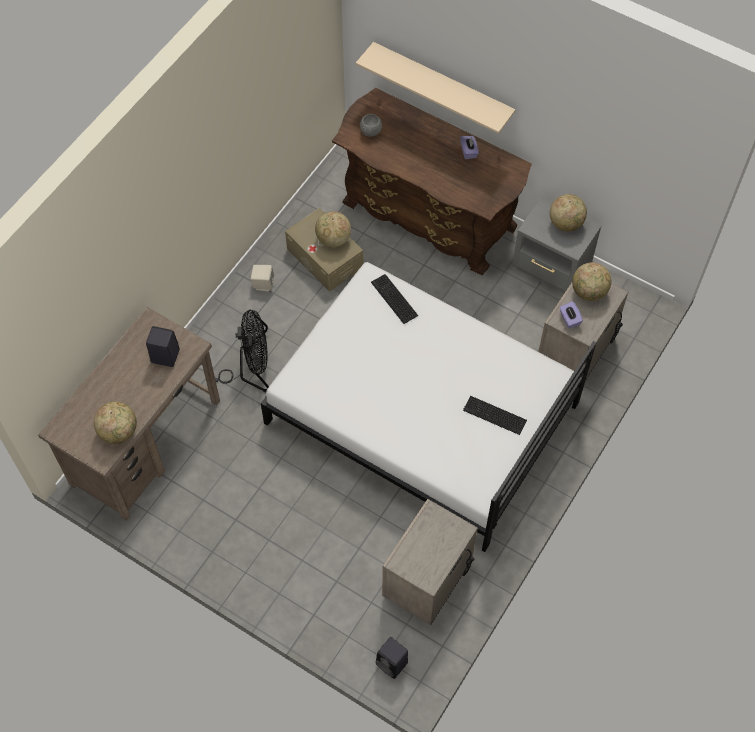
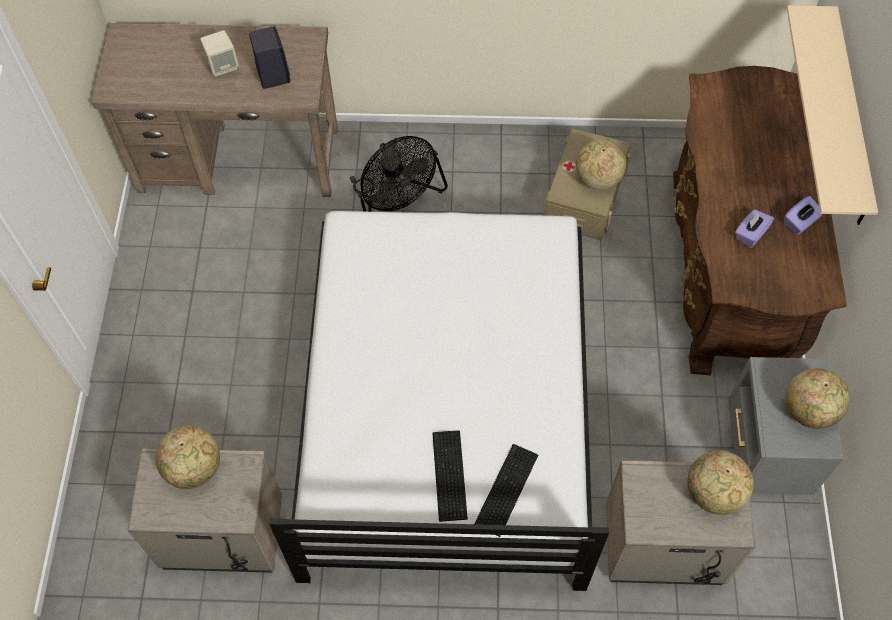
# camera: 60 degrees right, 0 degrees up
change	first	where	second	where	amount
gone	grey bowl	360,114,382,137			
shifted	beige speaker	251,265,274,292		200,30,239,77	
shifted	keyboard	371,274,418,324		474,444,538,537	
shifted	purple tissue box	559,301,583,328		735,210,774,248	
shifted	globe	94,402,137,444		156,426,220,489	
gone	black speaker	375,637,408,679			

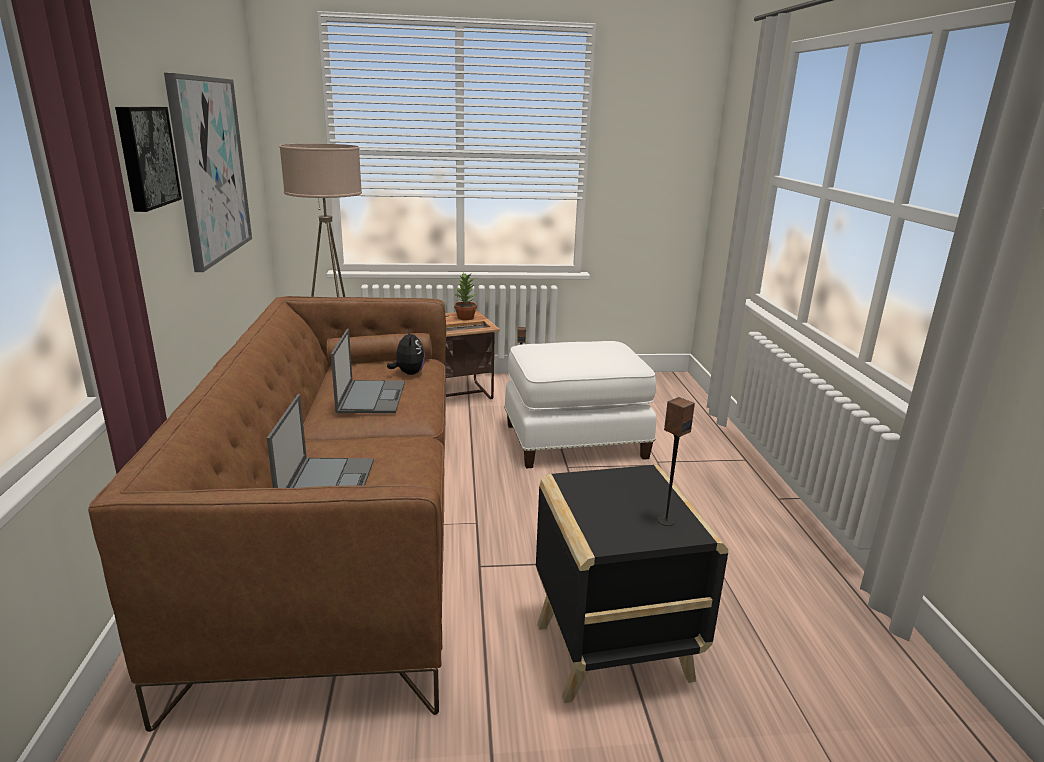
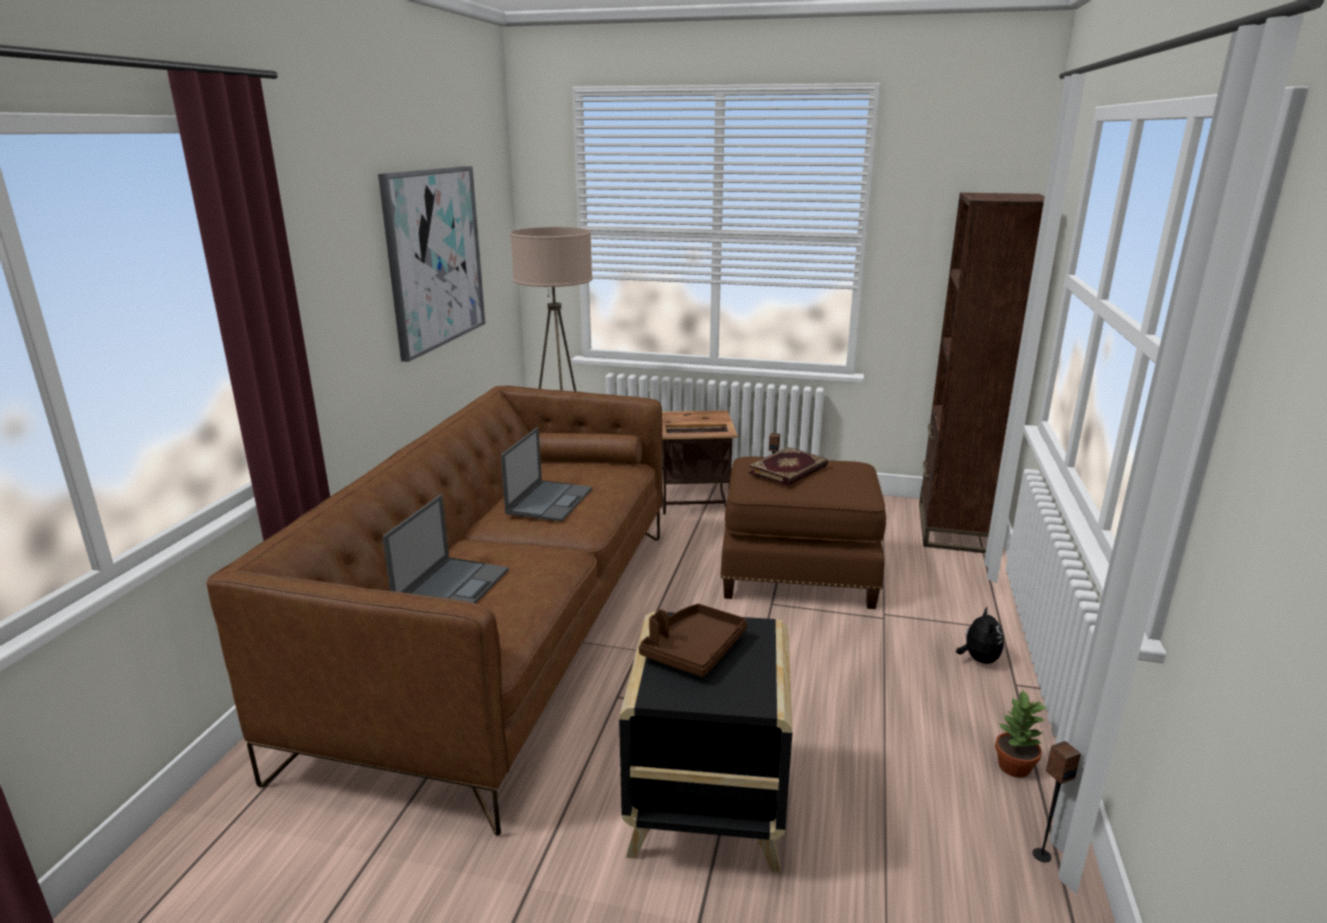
# camera: 20 degrees right, 0 degrees up
change	first	where	second	where	amount
gone	picture	115,106,182,212			
shifted	potted plant	454,273,477,320		995,689,1048,778	
shifted	plush toy	387,329,425,375		956,607,1004,664	
repainted	white ottoman	504,341,656,469	brown ottoman	720,456,886,609	
shifted	speaker	658,397,695,526		1033,741,1081,862	
new			brown bookcase	919,192,1045,553	
new			book	748,447,828,486	
new			brown tray	639,604,747,677	

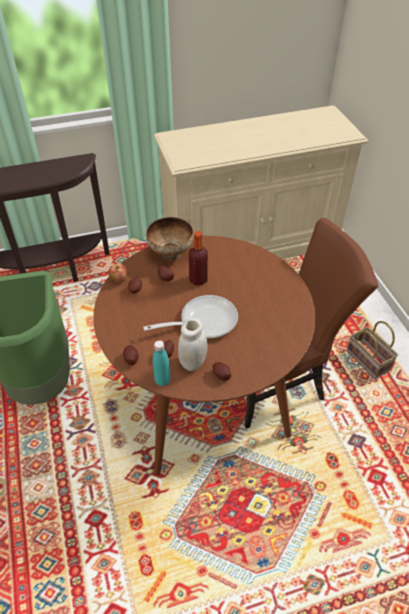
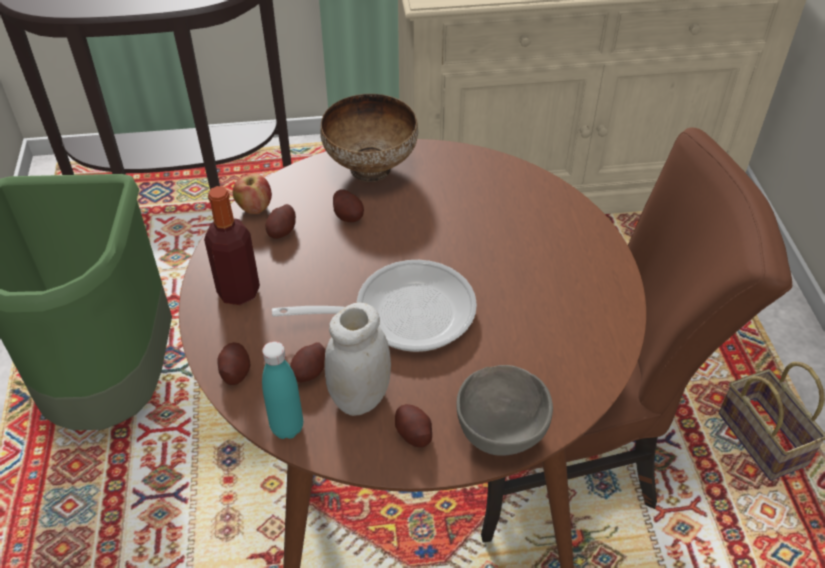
# camera: 10 degrees right, 0 degrees up
change	first	where	second	where	amount
shifted	bottle	189,231,208,285		204,186,260,305	
new			grey bowl	457,365,553,456	

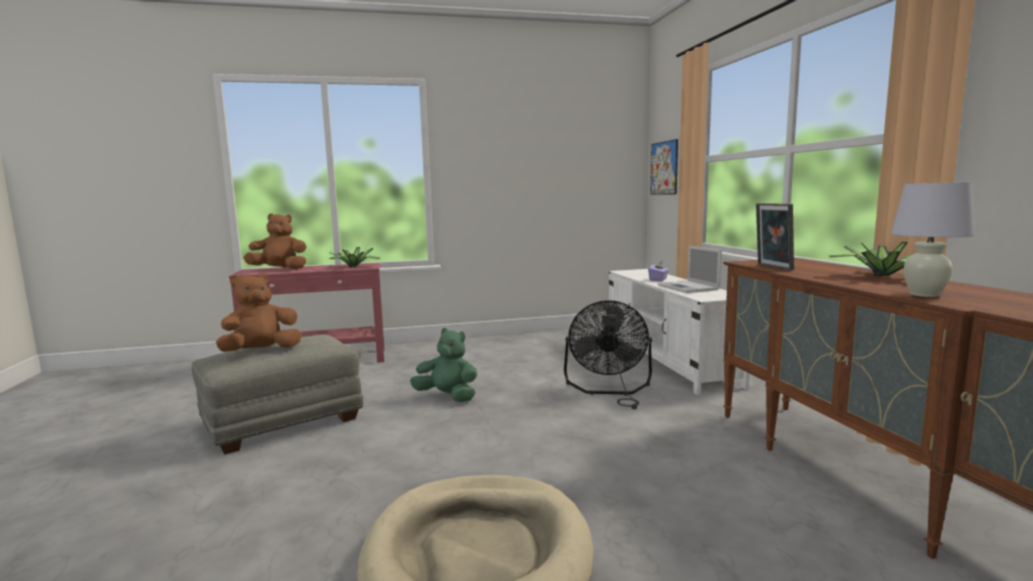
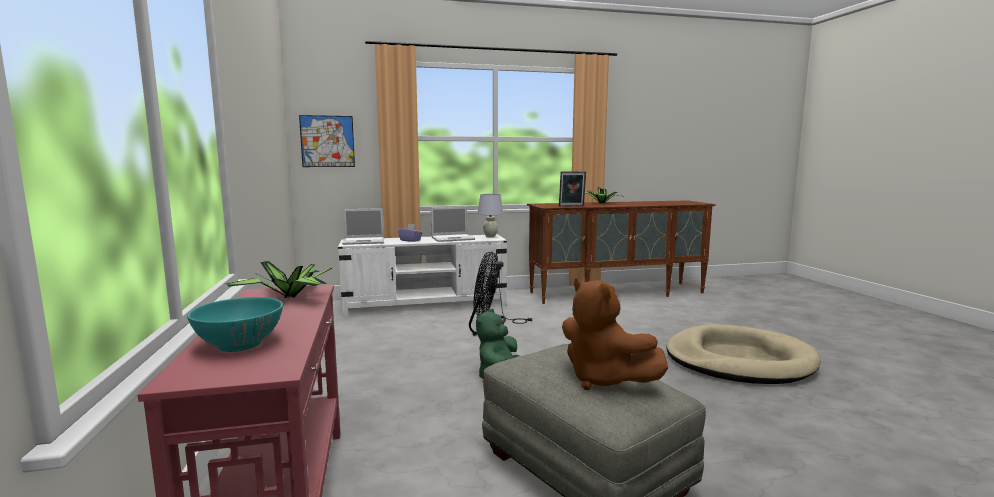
# camera: 90 degrees left, 0 degrees up
change	first	where	second	where	amount
shifted	white table lamp	891,182,975,297		478,194,503,238	
swapped	brown plush toy	243,213,307,269	turquoise bowl	187,297,283,352	
new			laptop	342,208,384,245	

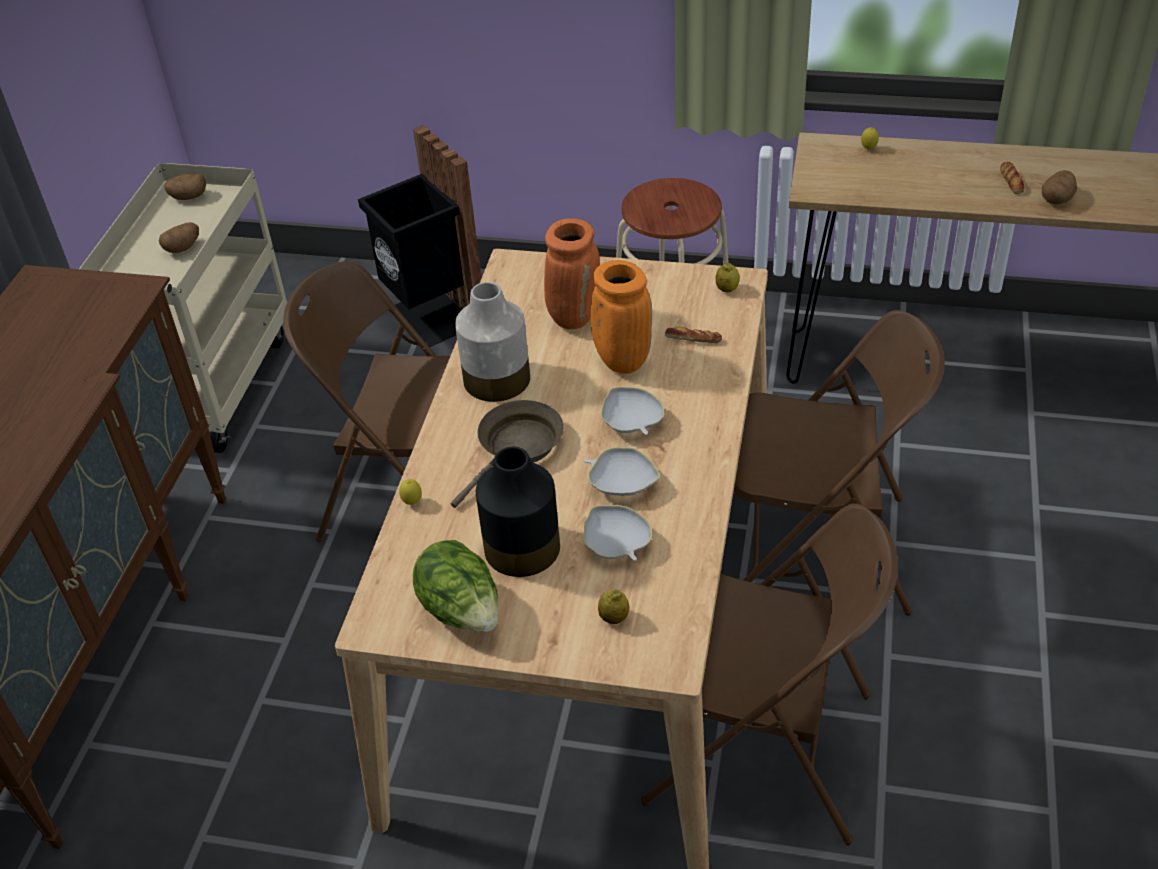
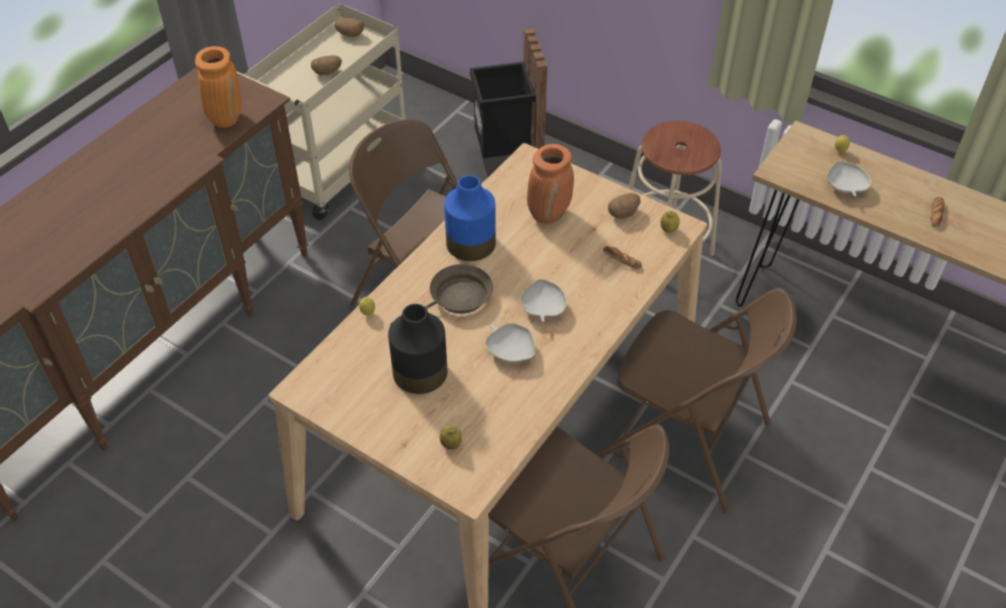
# camera: 20 degrees right, 5 degrees up
change	first	where	second	where	amount
shifted	potato	1042,170,1077,205		608,193,640,219	
shifted	orange vase	591,260,652,374		195,46,242,128	
repainted	beige vase	455,282,530,402	blue vase	444,175,496,261	
shifted	white bowl	583,505,652,561		827,161,871,197	
gone	lettuce	413,540,498,632			

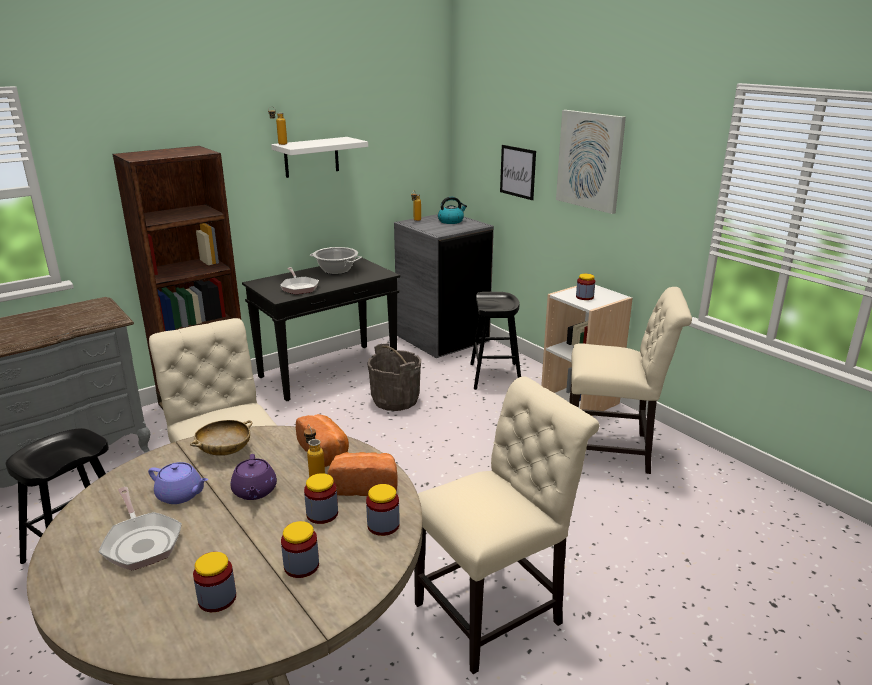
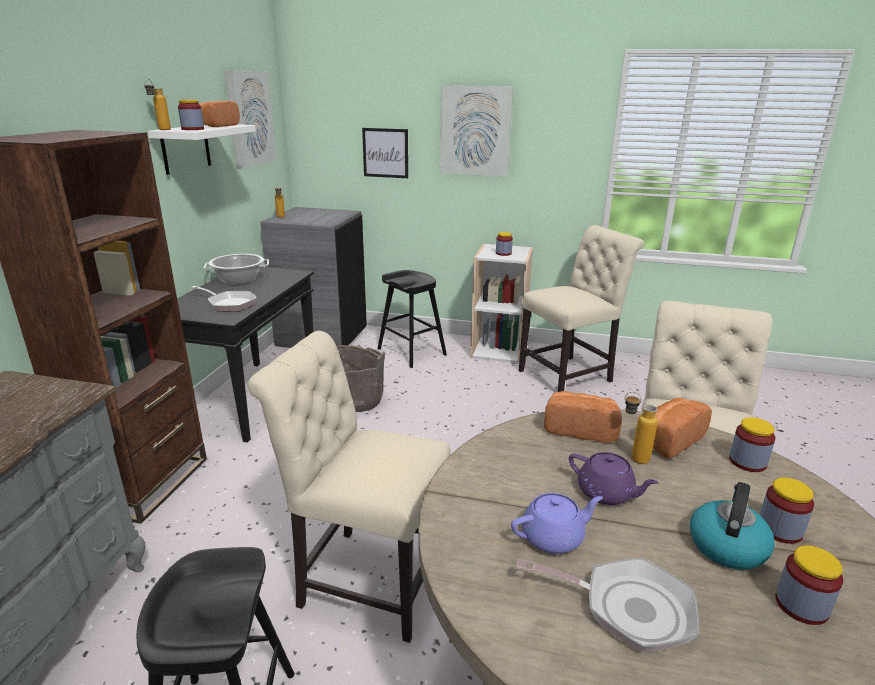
# camera: 40 degrees left, 0 degrees up
change	first	where	second	where	amount
shifted	kettle	438,197,467,224		690,482,775,570	
gone	beige bowl	190,420,252,456			
shifted	jar	304,473,338,524		178,100,204,130	
new			picture	224,70,277,169	
new			bread	199,101,240,127	

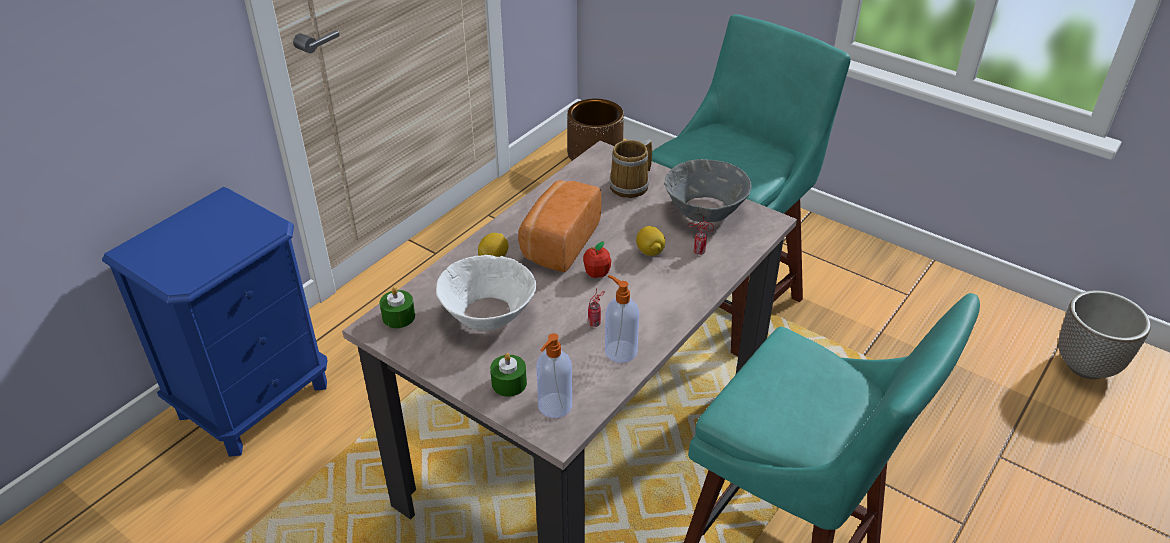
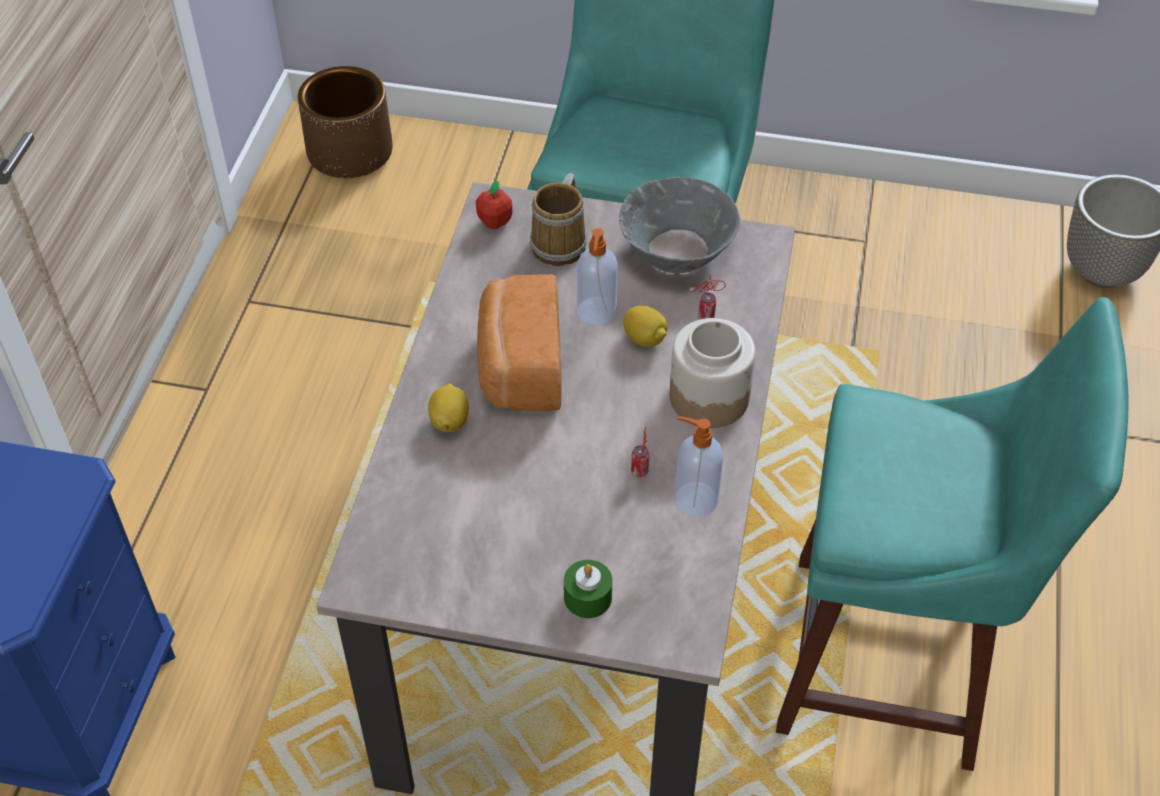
# camera: 25 degrees left, 10 degrees up
change	first	where	second	where	amount
shifted	apple	583,241,611,278		476,181,512,229	
gone	white bowl	436,255,536,331			
gone	green candle	380,287,415,328			
shifted	soap dispenser	537,333,572,418		577,228,618,325	
new			jar	670,318,755,428	

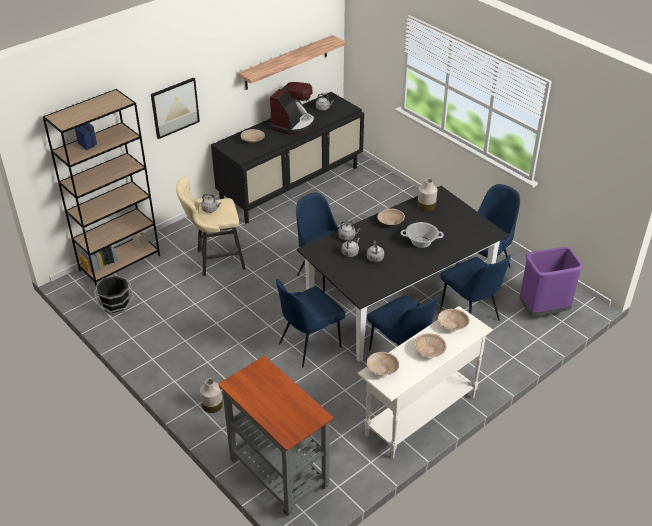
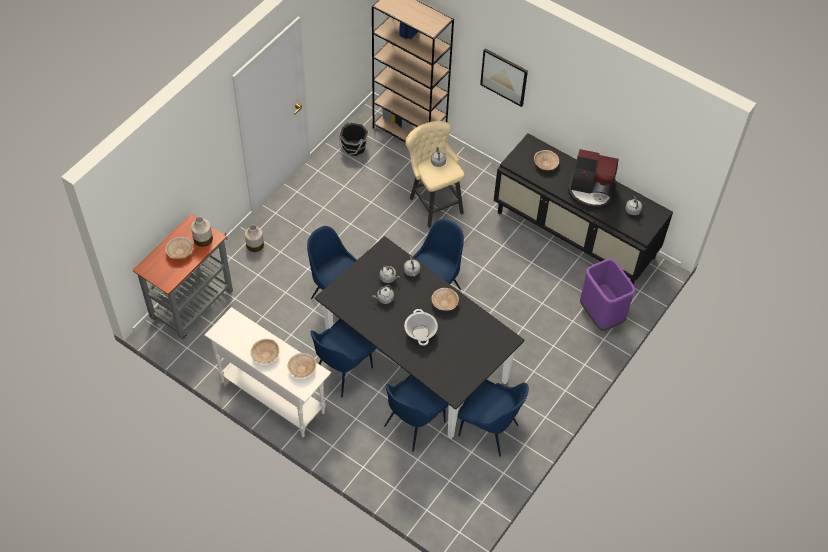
# camera: 75 degrees right, 15 degrees up
change	first	where	second	where	amount
gone	shelf	238,35,346,90			
shifted	beige vase	417,178,437,212		191,217,213,247	
shifted	purple trash can	520,247,582,316		580,259,636,331	
shifted	beige bowl	367,352,399,375		165,237,193,259	

